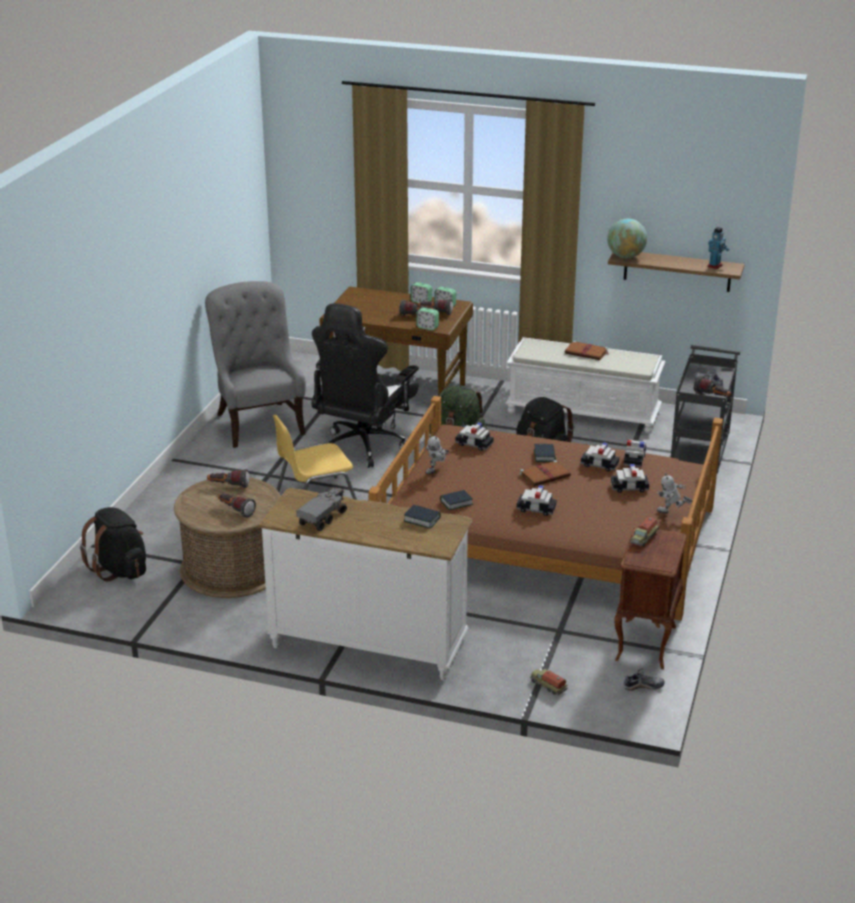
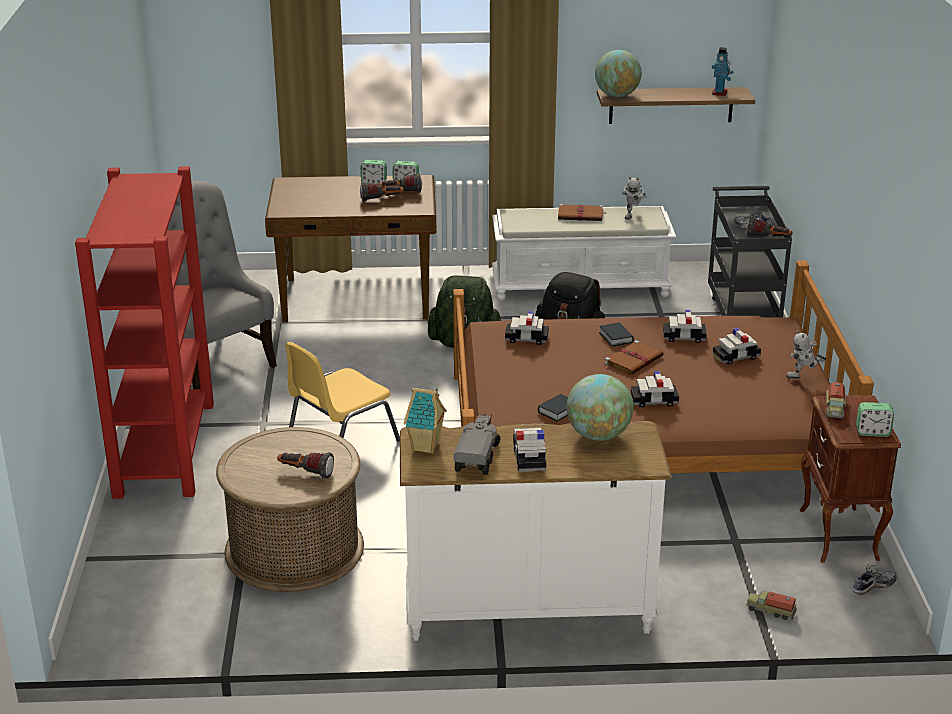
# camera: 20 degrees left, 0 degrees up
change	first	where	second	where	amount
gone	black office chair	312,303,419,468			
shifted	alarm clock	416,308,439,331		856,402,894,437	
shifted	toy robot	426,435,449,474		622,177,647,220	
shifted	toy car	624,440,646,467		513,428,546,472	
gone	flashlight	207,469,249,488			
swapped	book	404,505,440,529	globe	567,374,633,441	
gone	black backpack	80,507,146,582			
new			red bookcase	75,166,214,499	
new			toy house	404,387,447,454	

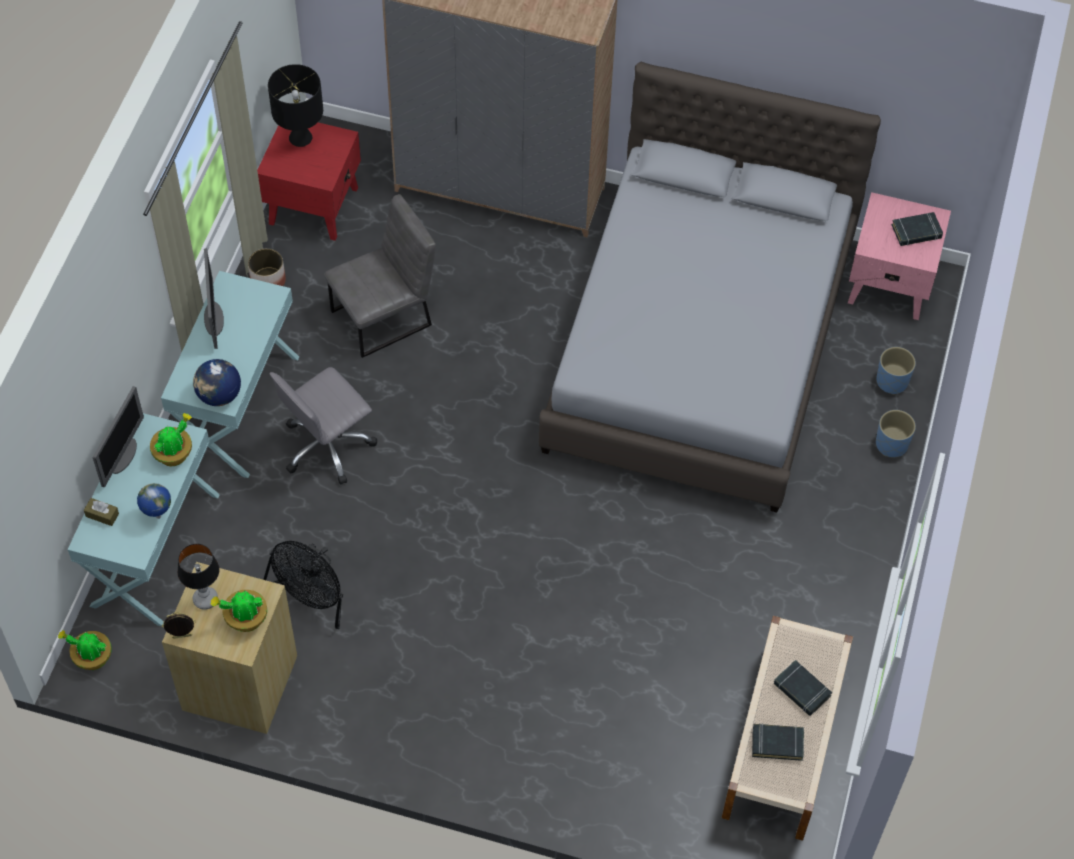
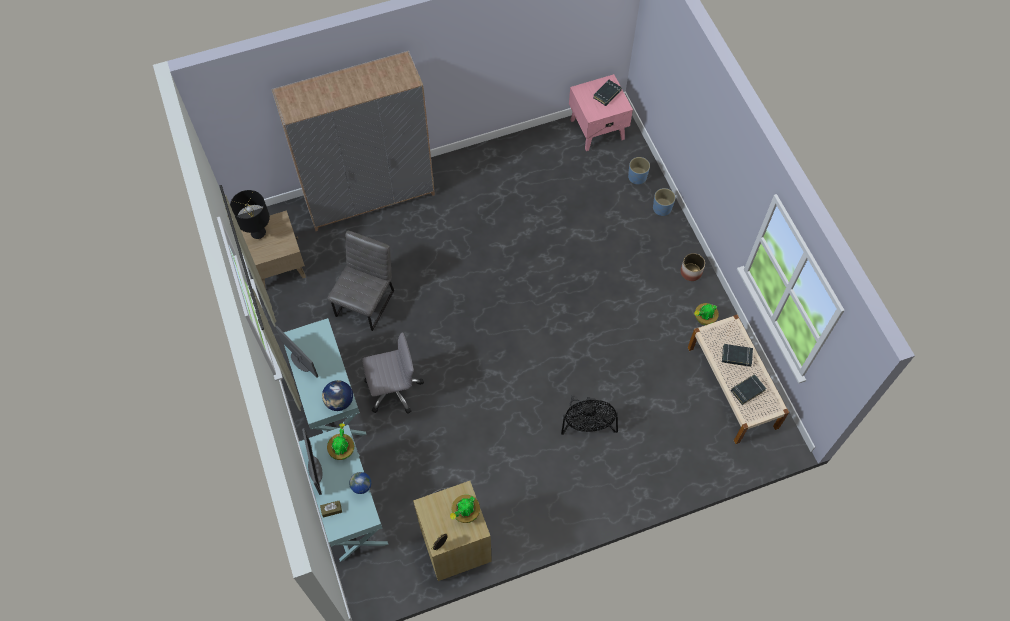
# camera: 35 degrees left, 5 degrees up
change	first	where	second	where	amount
gone	grey bed	539,62,881,512			
repainted	red nightstand	257,123,361,241	beige nightstand	240,210,306,289	
shifted	planter	248,248,286,286		680,253,705,281	
rotated	grey office chair	269,367,377,484		362,332,424,414	120 degrees counterclockwise
shifted	black fan	263,541,343,629		561,395,618,435	
gone	table lamp	177,544,220,610			
shifted	potted plant	58,630,112,670		694,303,719,325	

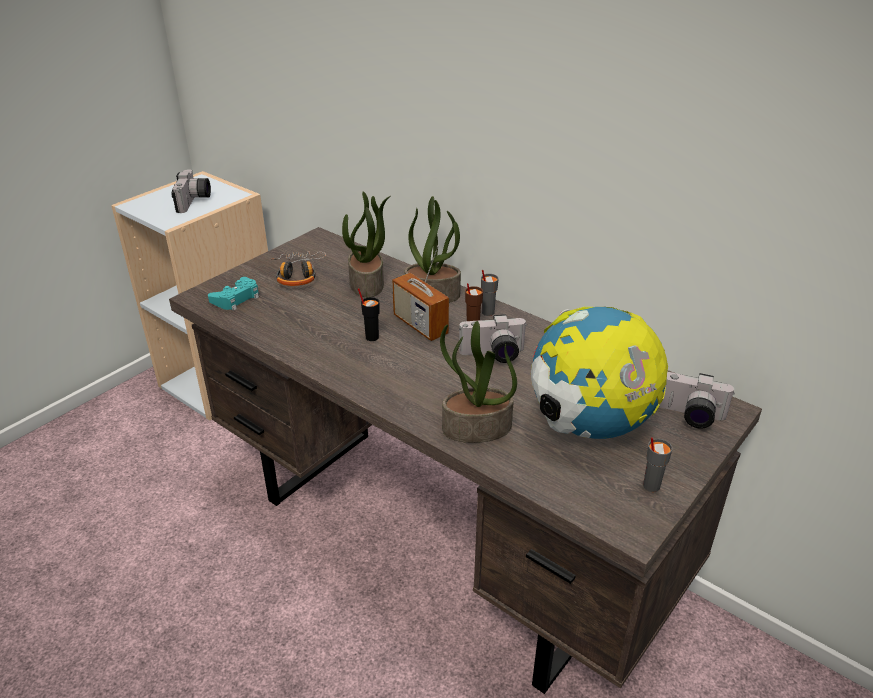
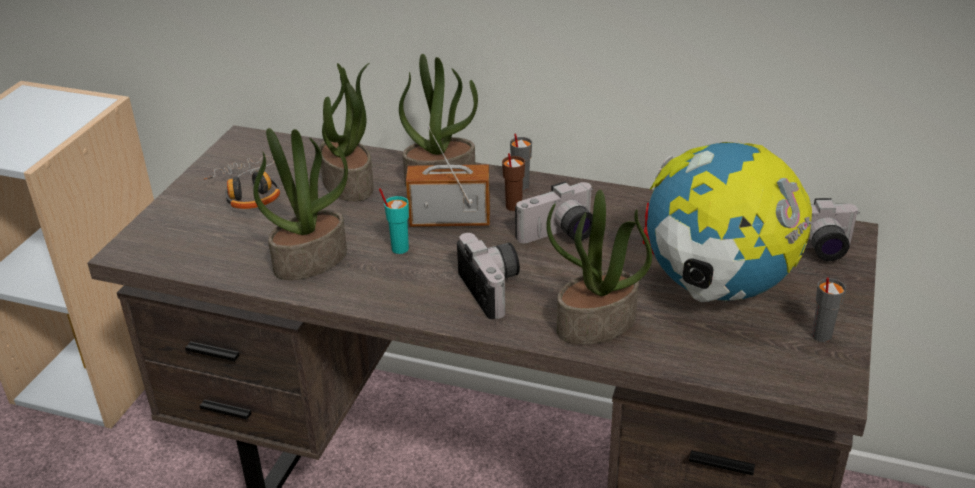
# camera: 20 degrees left, 0 degrees up
change	first	where	second	where	amount
shifted	photo camera	172,169,211,213		457,233,520,319	
rotated	radio	392,245,449,341		406,126,490,227	150 degrees clockwise
gone	turquoise game controller	208,277,259,311			
repainted	black cup	358,288,380,341	turquoise cup	379,188,409,254	
new			potted plant	253,128,348,280	

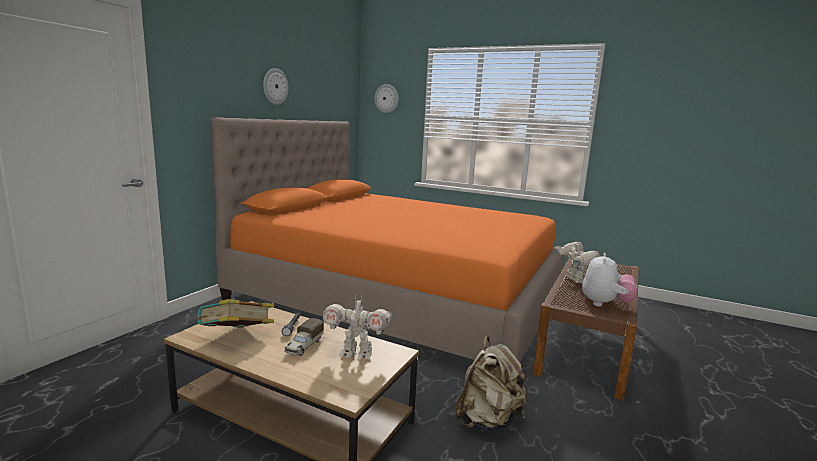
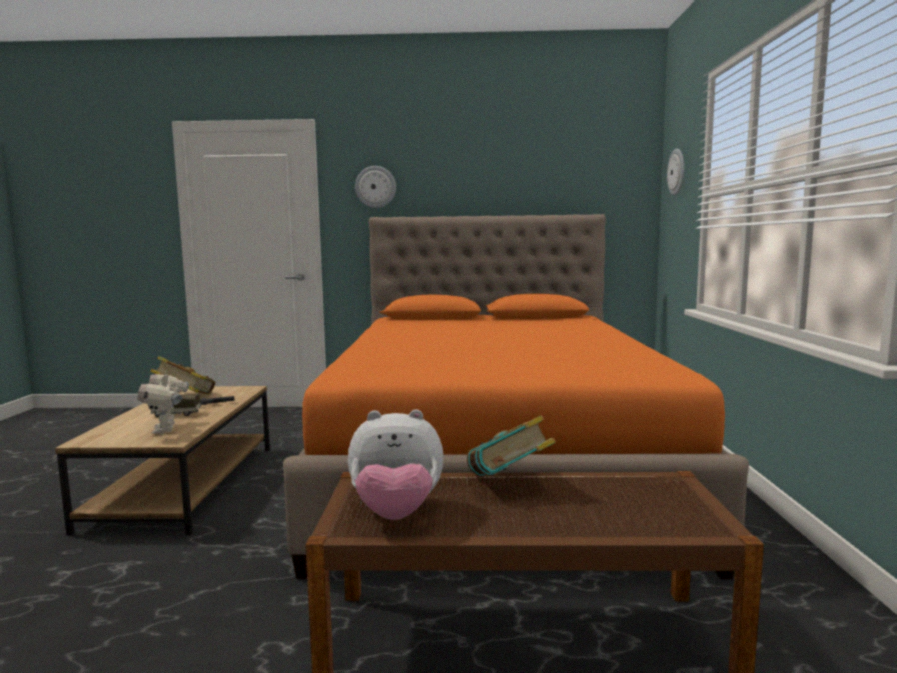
# camera: 65 degrees right, 5 degrees down
change	first	where	second	where	amount
shifted	wall clock	263,68,288,105		355,166,396,208	
swapped	toy robot	557,241,600,283	book	467,415,556,476	
gone	beige backpack	455,336,528,431			

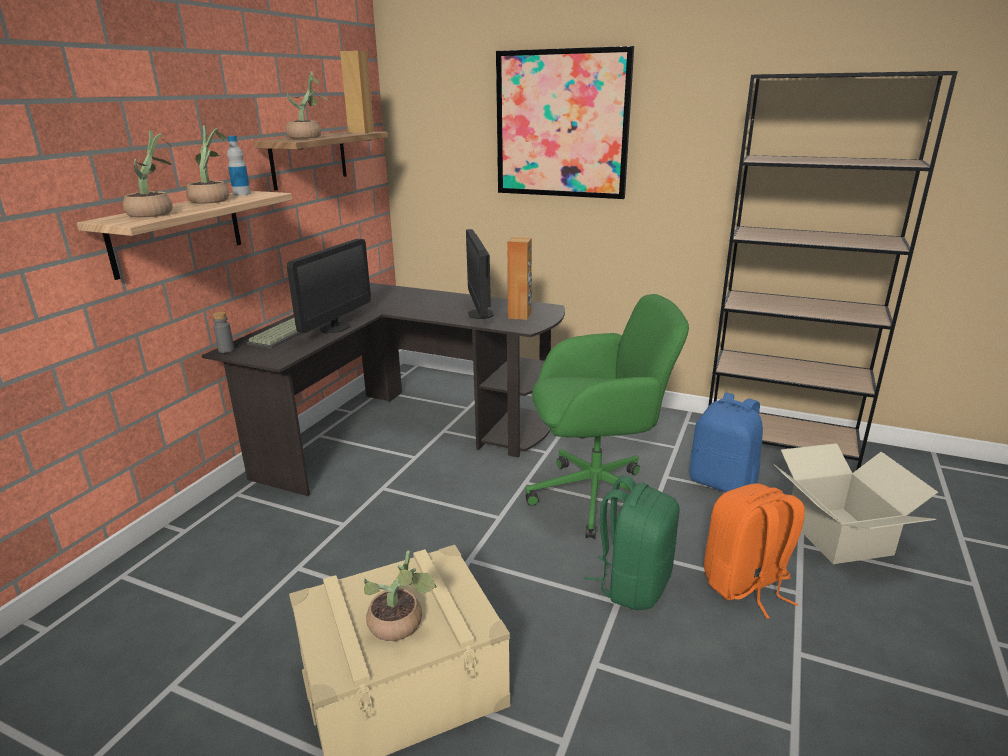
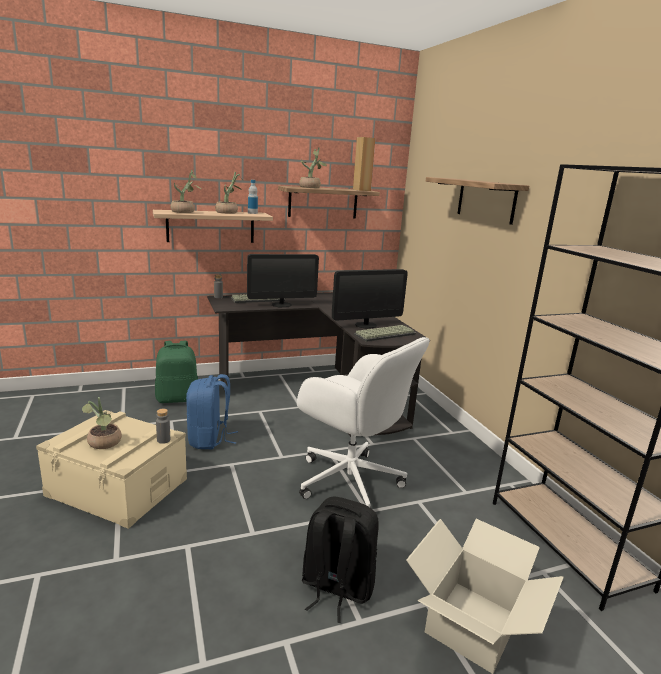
# camera: 45 degrees right, 5 degrees down
change	first	where	second	where	amount
swapped	picture	496,46,634,199	shelf	426,177,529,225	
rotated	monitor	466,229,494,319		332,269,408,329	150 degrees counterclockwise
swapped	brown speaker	507,237,532,320	keyboard	354,325,416,342	
repainted	green office chair	526,294,689,539	white office chair	297,337,430,508	
shifted	blue backpack	690,393,763,492		186,374,238,449	
shifted	green backpack	584,475,680,610		155,341,198,403	
repainted	orange backpack	704,483,805,619	black backpack	302,497,379,623	
new			grey bottle	156,409,170,444	

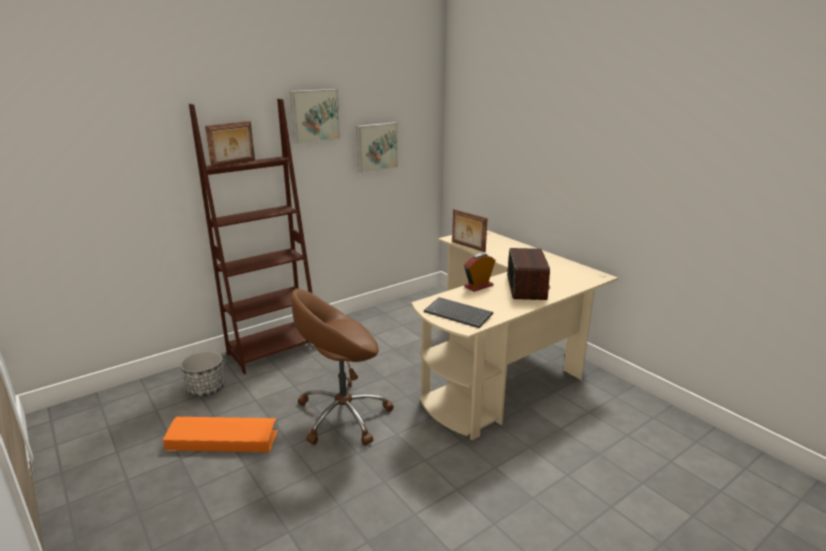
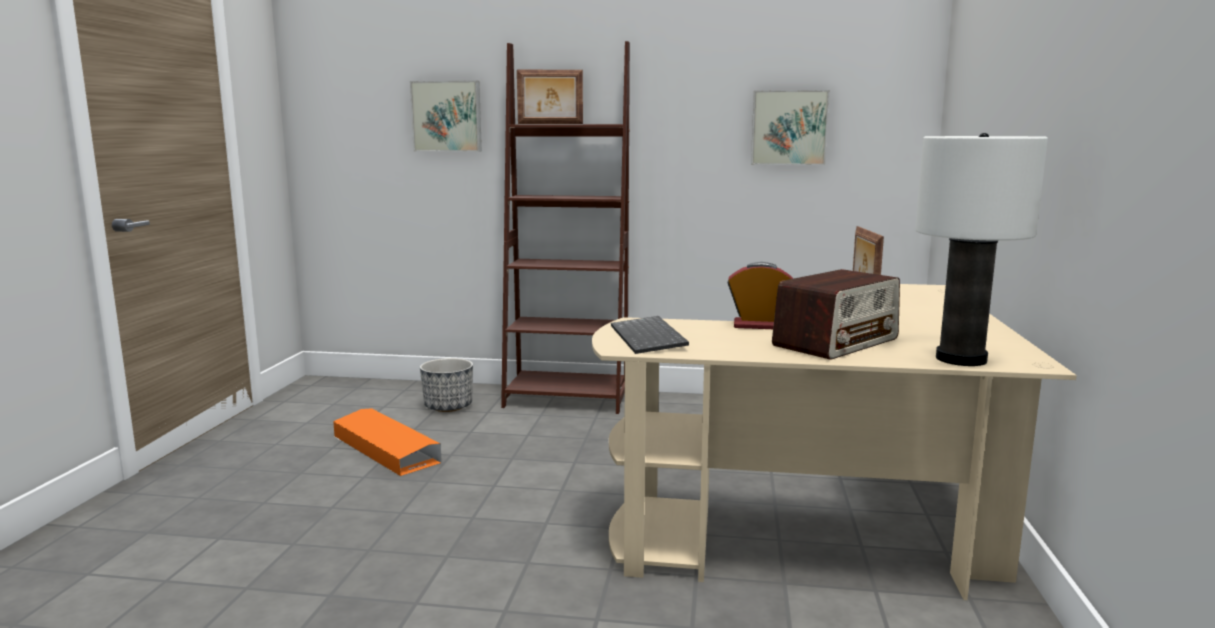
# camera: 45 degrees right, 10 degrees down
change	first	where	second	where	amount
shifted	picture	290,89,340,144		410,80,482,152	
gone	brown office chair	292,289,394,445			
new			white table lamp	915,133,1048,366	

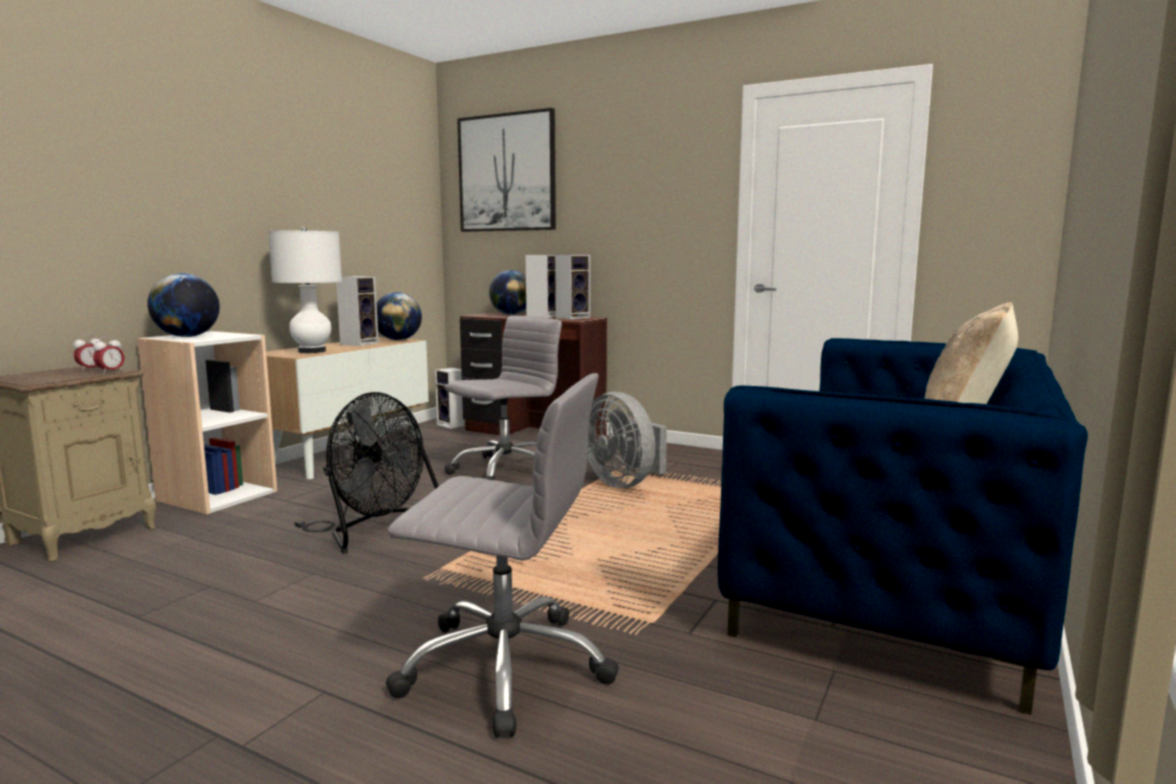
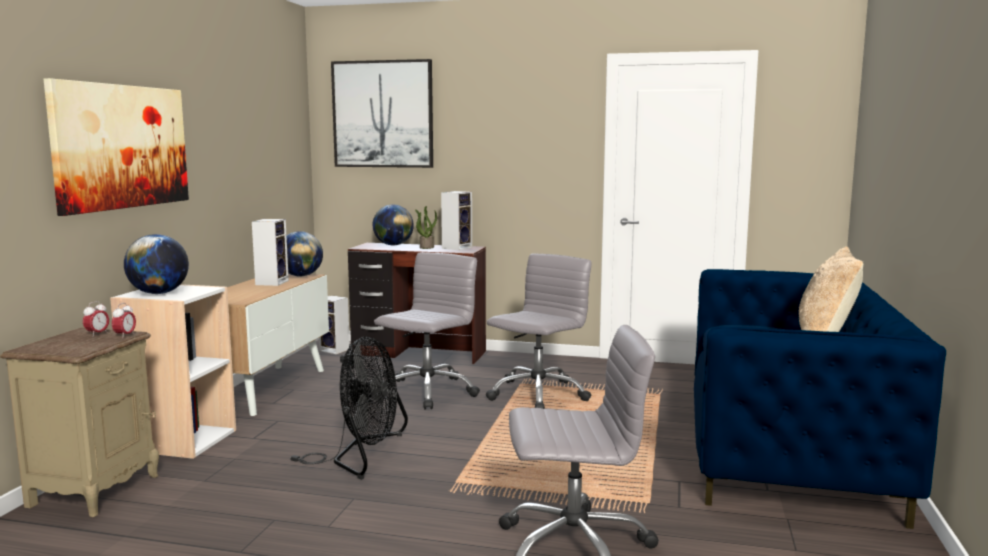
# camera: 15 degrees left, 0 degrees up
change	first	where	second	where	amount
gone	white table lamp	268,227,342,353			
swapped	speaker	526,255,556,318	potted plant	415,206,437,249	
swapped	grey fan	587,392,667,488	grey office chair	486,253,592,409	
new			picture	44,78,189,216	

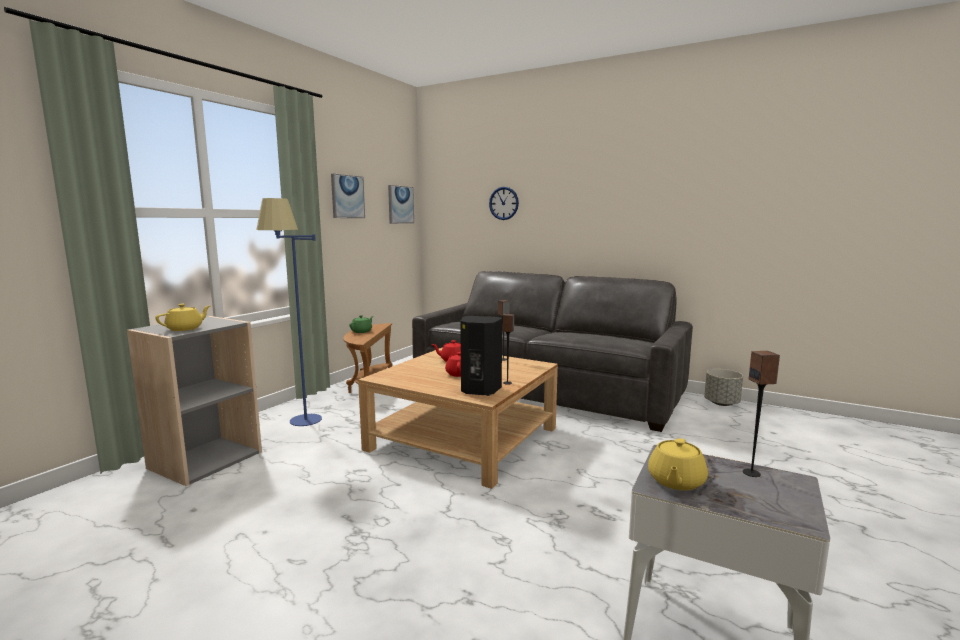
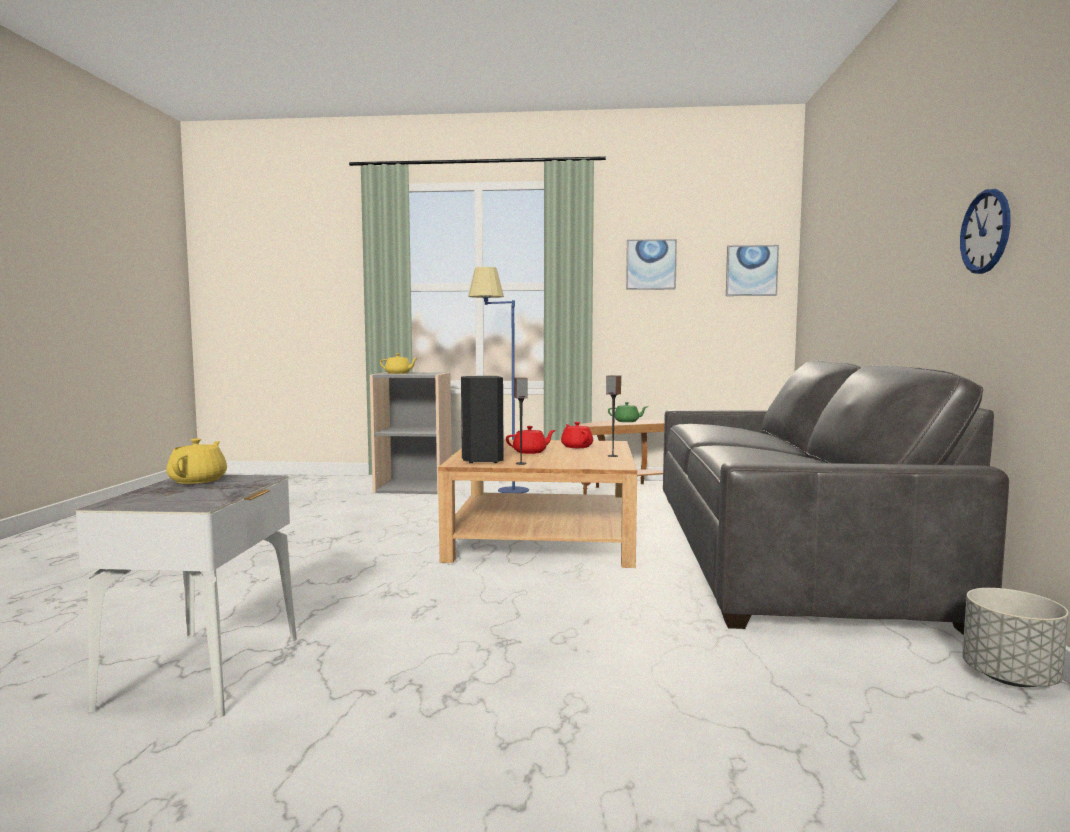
# camera: 65 degrees right, 5 degrees down
change	first	where	second	where	amount
shifted	wall clock	489,187,519,220		960,189,1011,274	
gone	speaker	743,351,780,477			
rotated	yellow teapot	648,438,708,491		166,438,227,484	90 degrees clockwise

